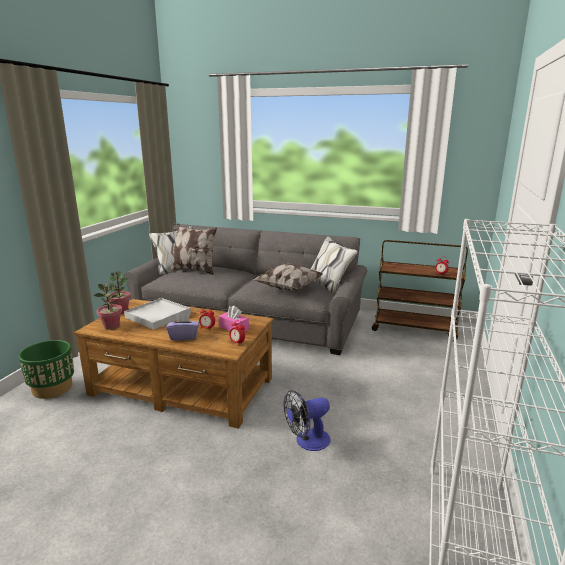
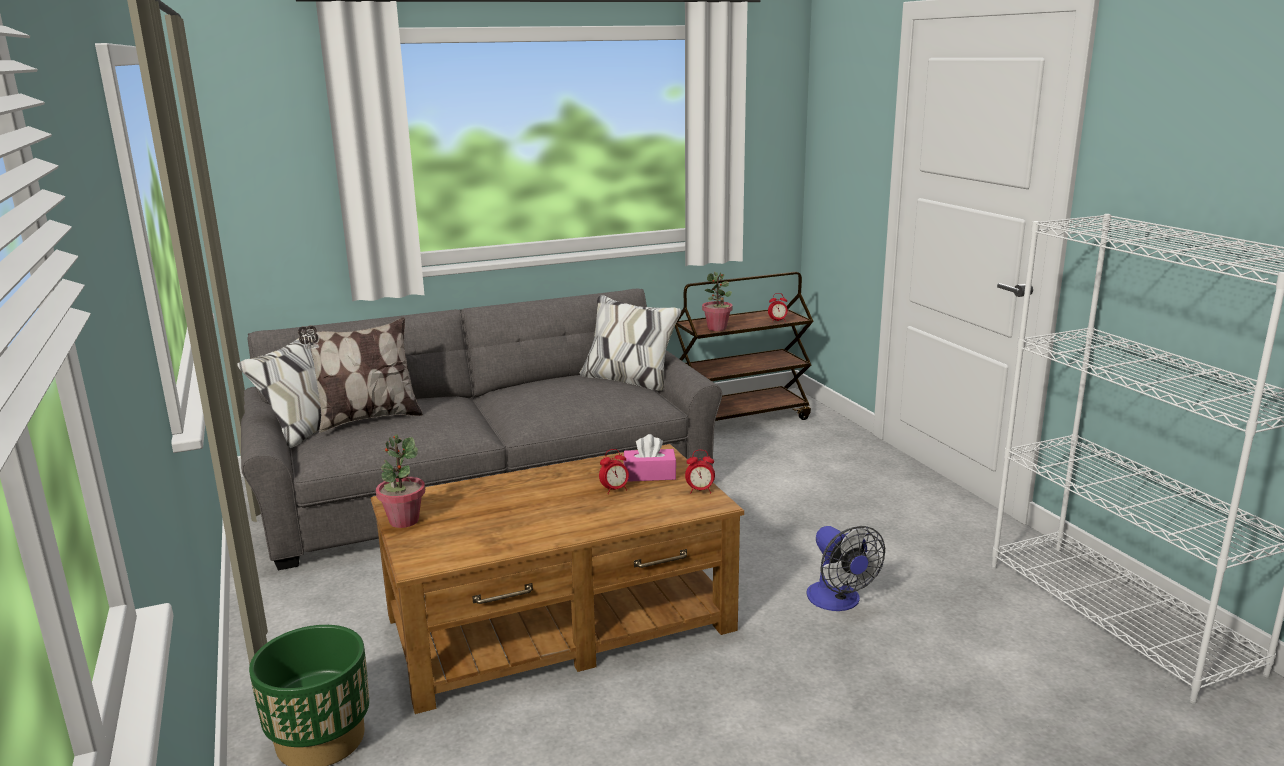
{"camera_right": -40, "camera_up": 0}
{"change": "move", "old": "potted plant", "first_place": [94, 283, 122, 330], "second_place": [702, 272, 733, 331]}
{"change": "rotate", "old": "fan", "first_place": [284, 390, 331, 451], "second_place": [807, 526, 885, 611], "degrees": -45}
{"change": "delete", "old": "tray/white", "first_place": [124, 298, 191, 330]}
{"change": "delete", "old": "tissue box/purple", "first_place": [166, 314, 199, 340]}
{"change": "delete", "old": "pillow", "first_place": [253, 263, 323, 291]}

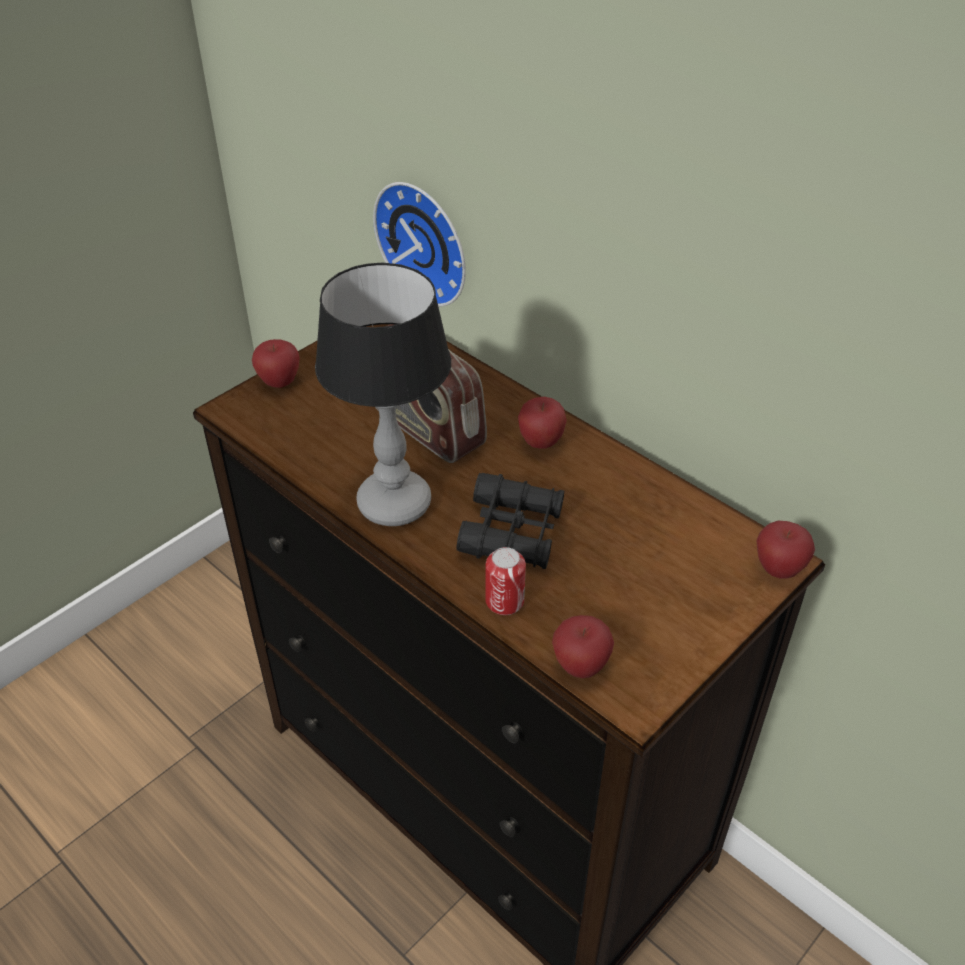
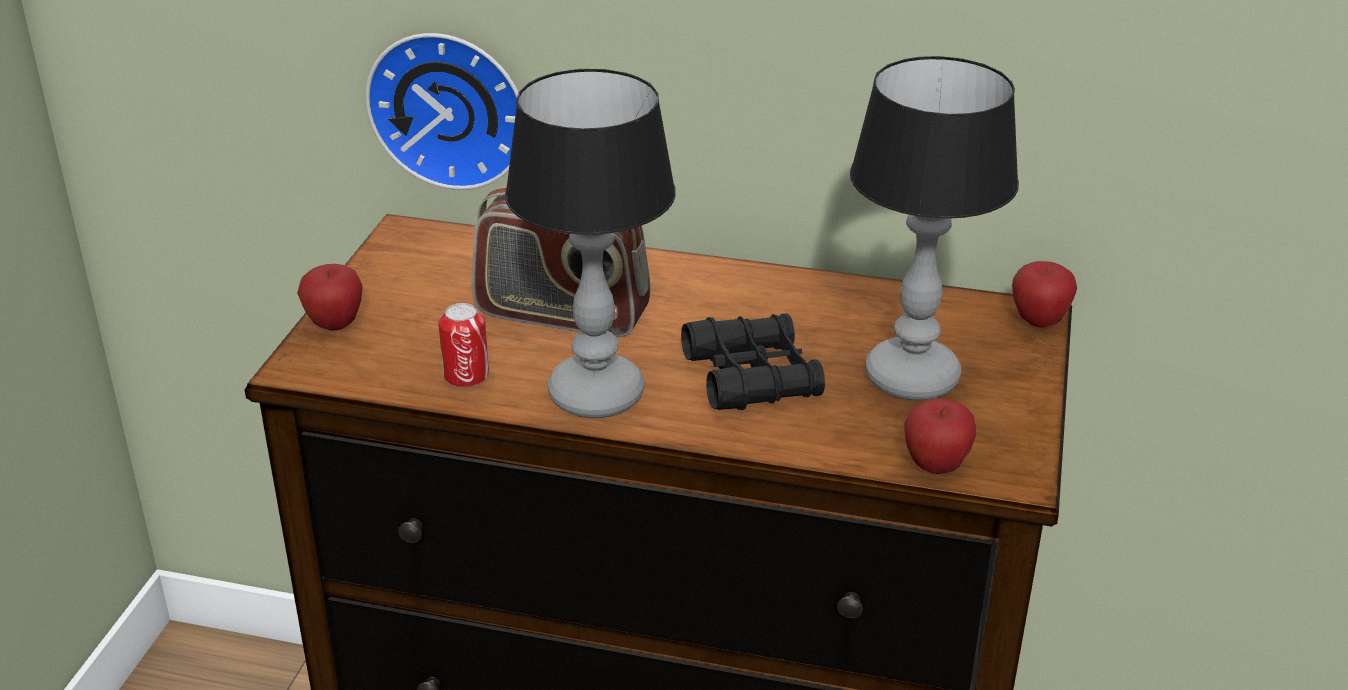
{"camera_right": -30, "camera_up": -10}
{"change": "move", "old": "can", "first_place": [485, 547, 526, 615], "second_place": [438, 303, 489, 388]}
{"change": "insert", "new": "table lamp", "second_place": [850, 56, 1019, 400]}
{"change": "delete", "old": "apple", "first_place": [518, 396, 567, 448]}

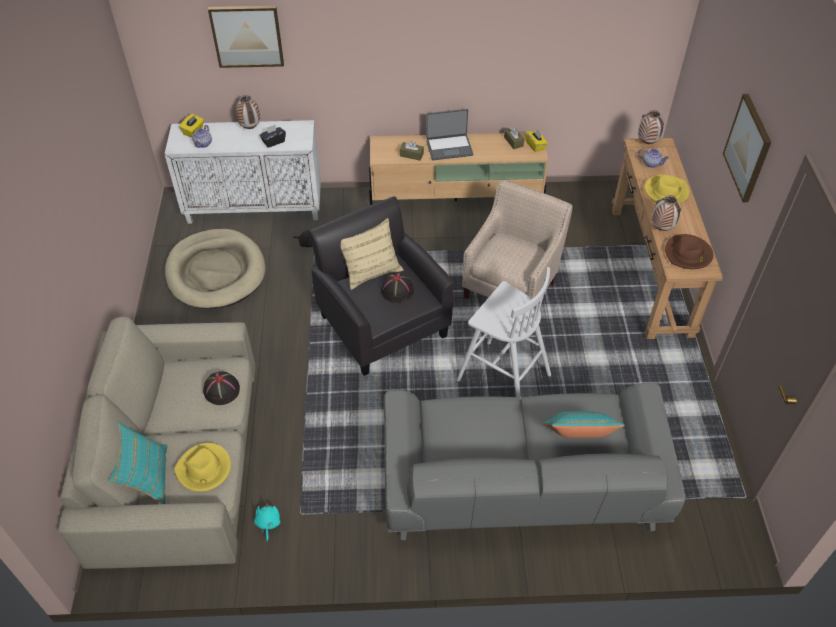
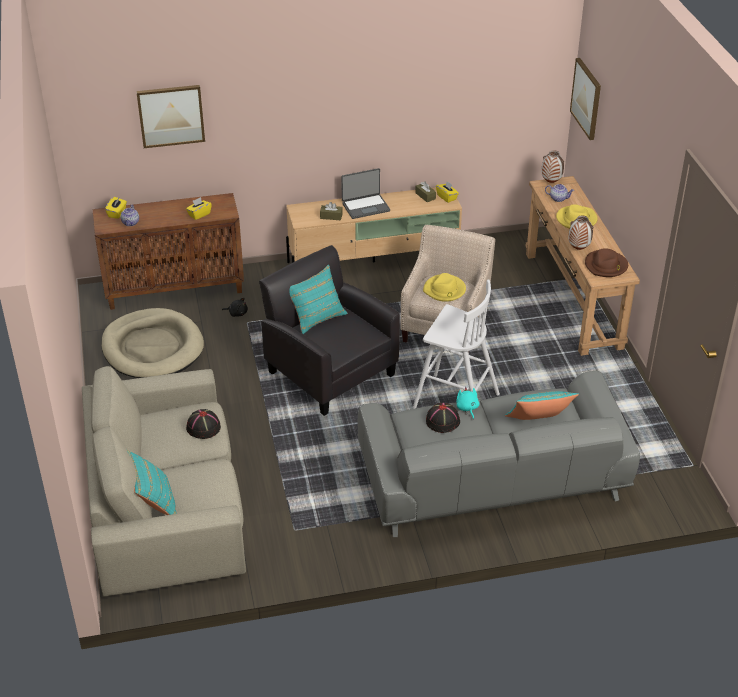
{"camera_right": -10, "camera_up": -10}
{"change": "recolor", "old": "cabinet/white", "new": "cabinet/brown", "first_place": [164, 120, 321, 224], "second_place": [93, 193, 244, 310]}
{"change": "recolor", "old": "tissue box/black", "new": "tissue box/yellow", "first_place": [260, 125, 286, 148], "second_place": [186, 197, 212, 220]}
{"change": "recolor", "old": "pillow/beige", "new": "pillow/turquoise", "first_place": [341, 218, 404, 290], "second_place": [290, 265, 348, 334]}
{"change": "move", "old": "hat/yellow", "first_place": [174, 443, 231, 492], "second_place": [423, 273, 466, 302]}
{"change": "move", "old": "hat/black", "first_place": [381, 273, 414, 303], "second_place": [426, 403, 460, 433]}
{"change": "move", "old": "plush toy/turquoise", "first_place": [254, 502, 280, 542], "second_place": [456, 387, 479, 419]}
{"change": "move", "old": "picture", "first_place": [723, 94, 771, 202], "second_place": [570, 58, 601, 140]}
{"change": "delete", "old": "vase", "first_place": [236, 95, 260, 129]}

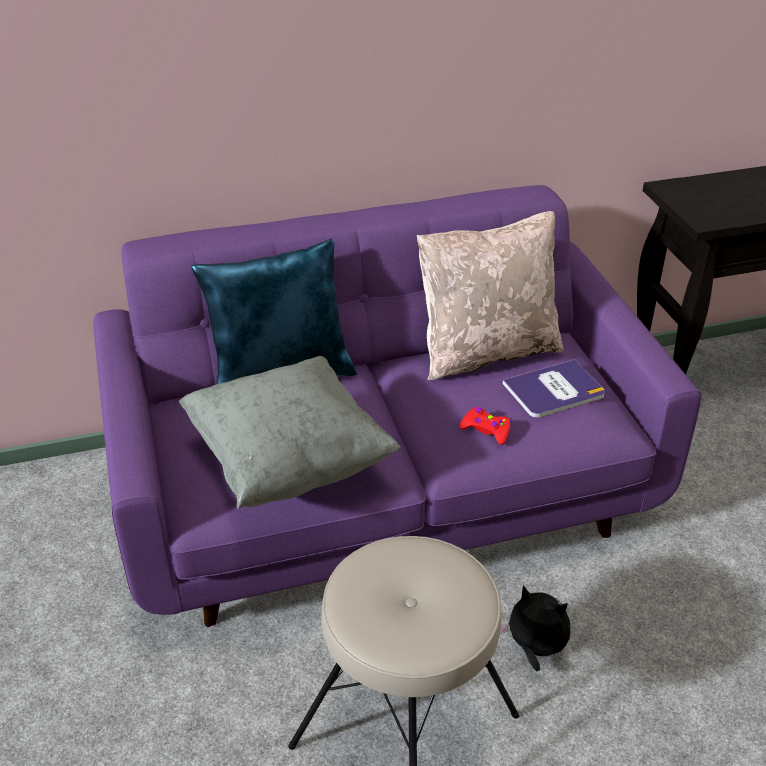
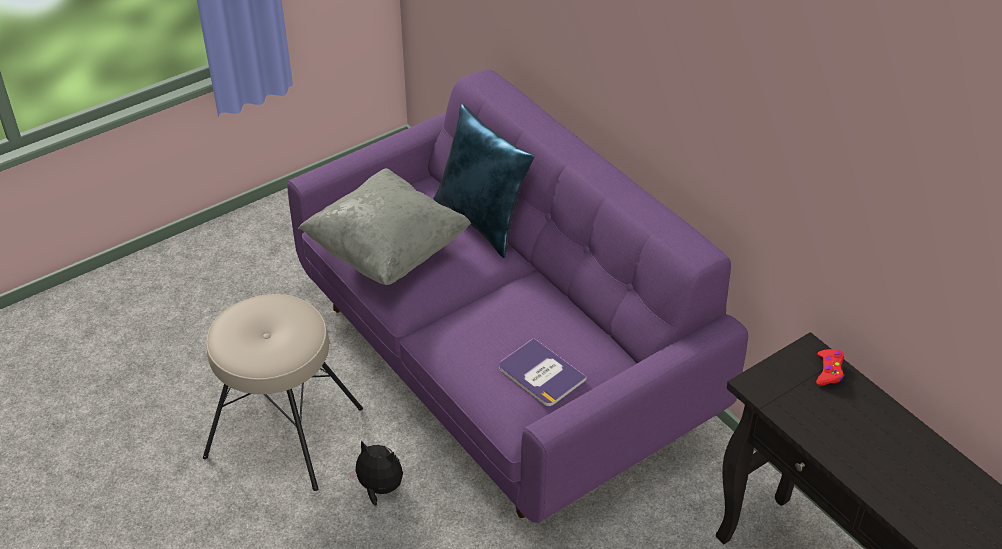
{"camera_right": 70, "camera_up": 5}
{"change": "rotate", "old": "plush toy", "first_place": [500, 585, 571, 671], "second_place": [347, 440, 403, 506], "degrees": -75}
{"change": "move", "old": "game controller/red", "first_place": [460, 407, 511, 445], "second_place": [816, 349, 845, 386]}
{"change": "delete", "old": "pillow/beige", "first_place": [417, 211, 564, 380]}

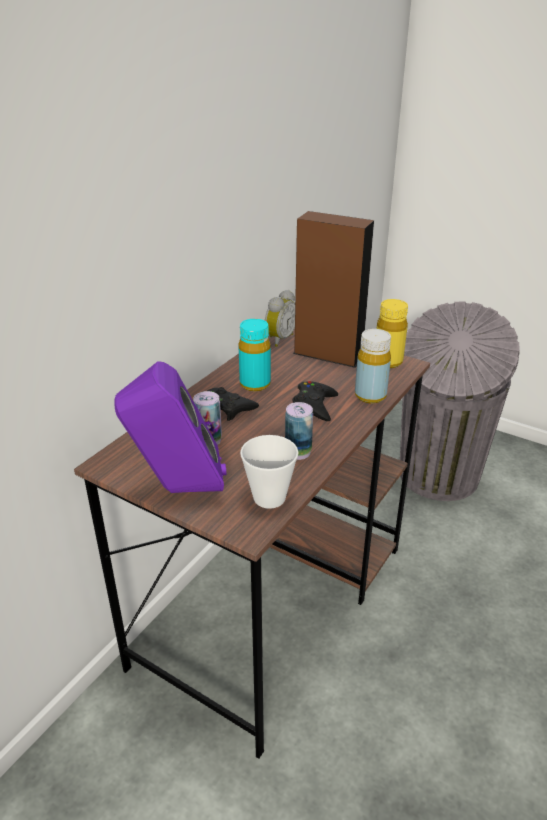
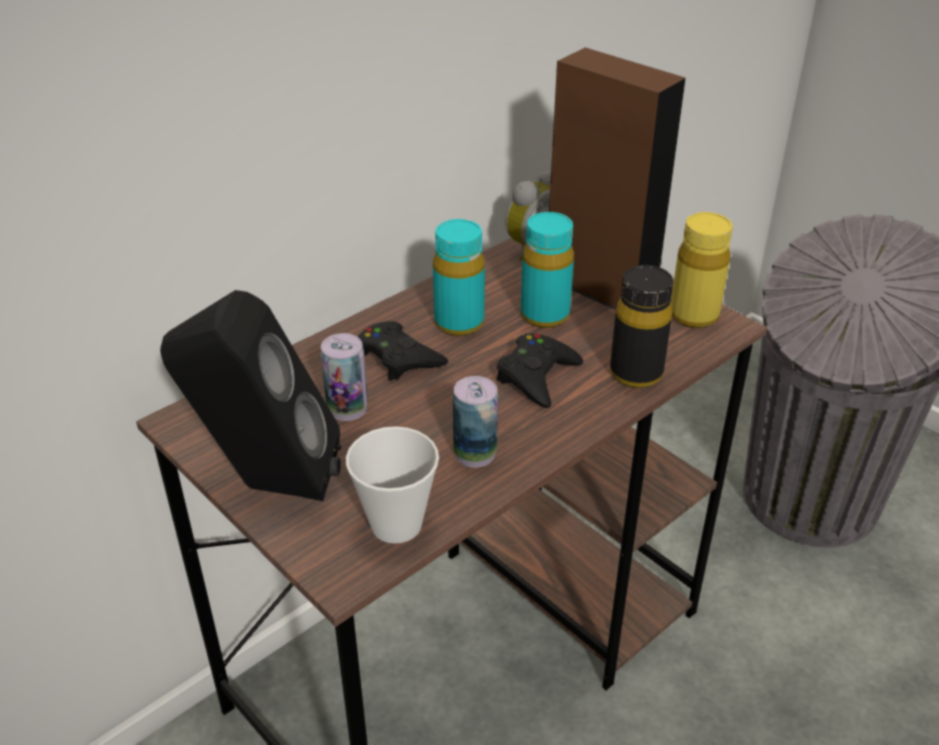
{"camera_right": 15, "camera_up": 5}
{"change": "recolor", "old": "speaker/purple", "new": "speaker/black", "first_place": [114, 361, 227, 493], "second_place": [160, 290, 341, 501]}
{"change": "insert", "new": "bottle/turquoise", "second_place": [521, 212, 574, 328]}
{"change": "recolor", "old": "bottle/yellow", "new": "bottle/black", "first_place": [355, 329, 391, 403], "second_place": [610, 265, 673, 388]}

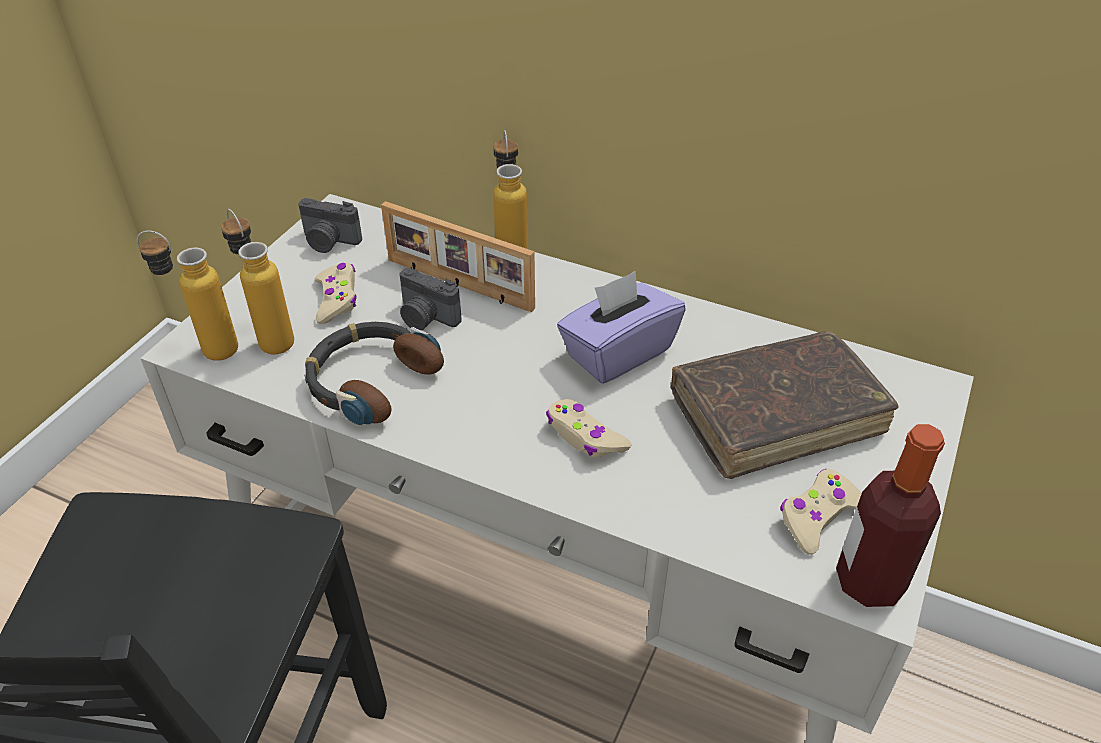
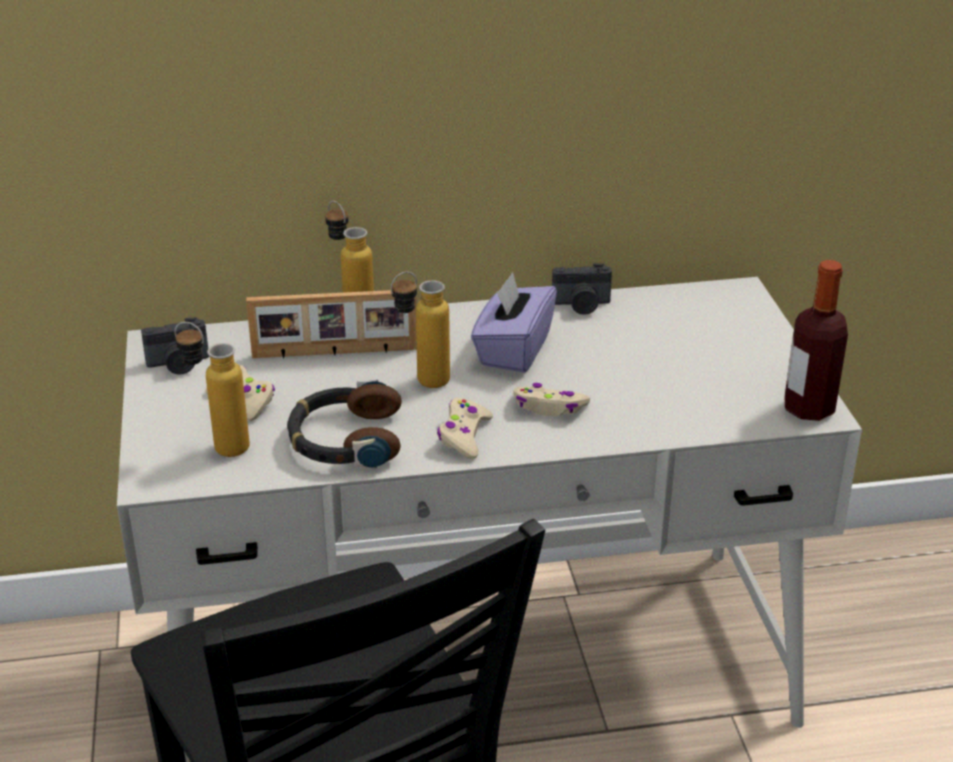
{"camera_right": -35, "camera_up": -10}
{"change": "move", "old": "bottle", "first_place": [137, 231, 238, 361], "second_place": [391, 272, 450, 388]}
{"change": "move", "old": "game controller/beige", "first_place": [780, 469, 862, 555], "second_place": [437, 398, 493, 459]}
{"change": "move", "old": "photo camera", "first_place": [399, 268, 462, 331], "second_place": [552, 263, 612, 315]}
{"change": "delete", "old": "book/brown", "first_place": [671, 331, 899, 479]}

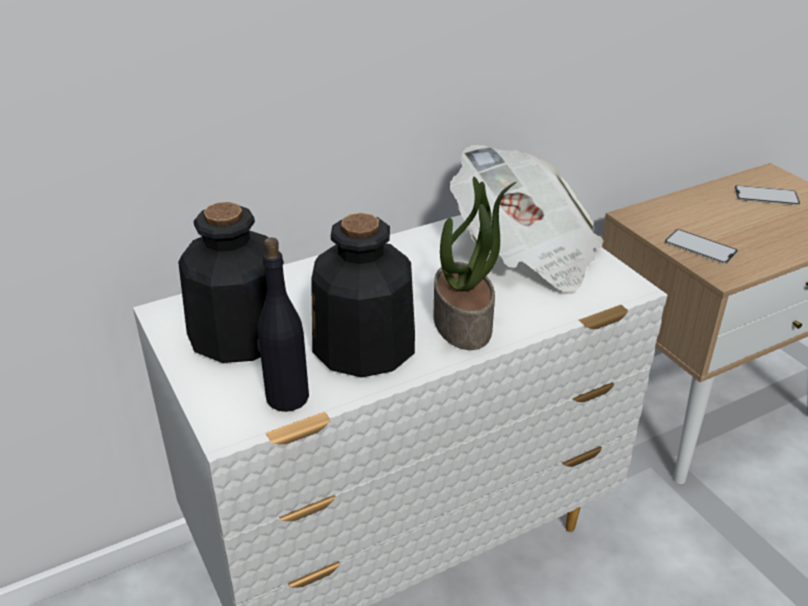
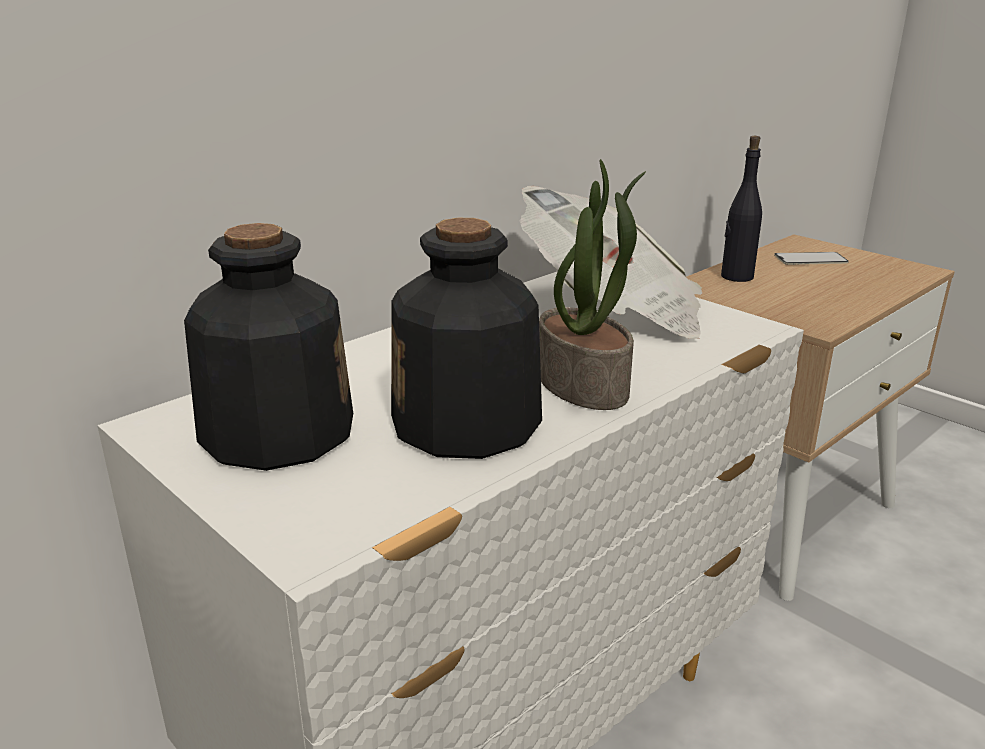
{"camera_right": -15, "camera_up": -10}
{"change": "move", "old": "bottle/black", "first_place": [257, 237, 309, 412], "second_place": [721, 136, 762, 282]}
{"change": "delete", "old": "phone", "first_place": [665, 229, 738, 264]}

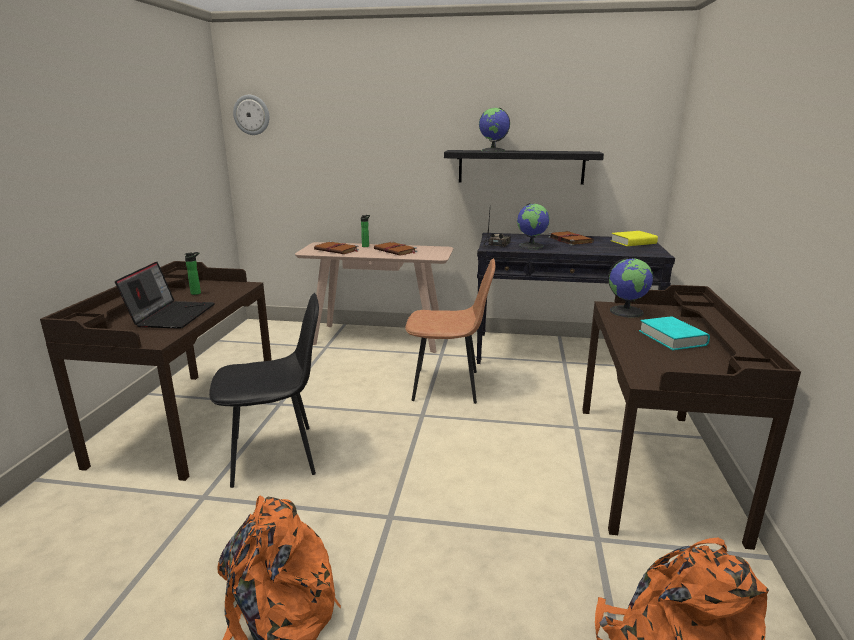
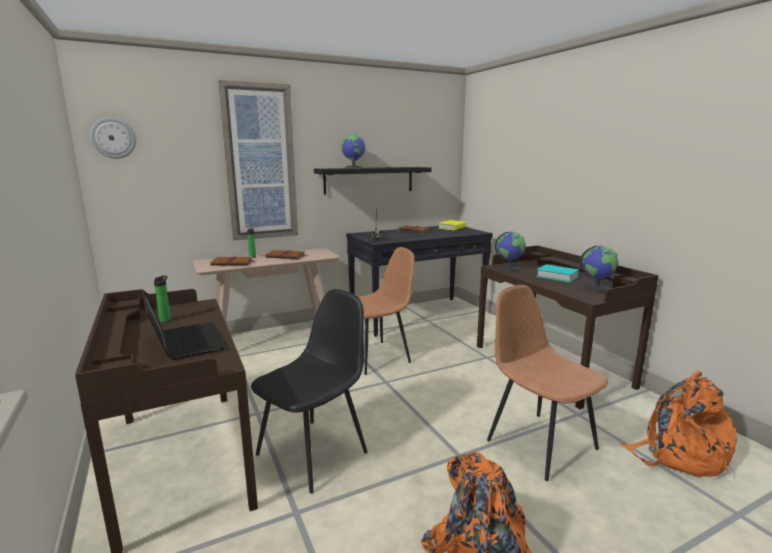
{"camera_right": -35, "camera_up": -5}
{"change": "insert", "new": "picture", "second_place": [218, 80, 298, 240]}
{"change": "insert", "new": "chair/brown", "second_place": [487, 285, 608, 481]}
{"change": "move", "old": "globe", "first_place": [517, 203, 550, 249], "second_place": [580, 245, 618, 292]}

